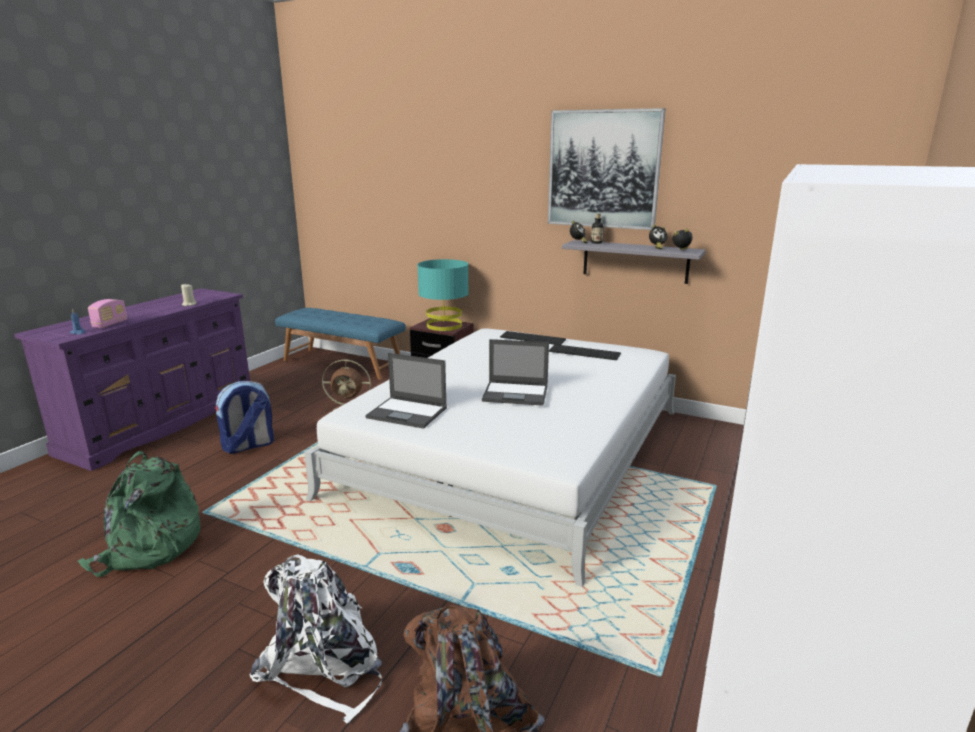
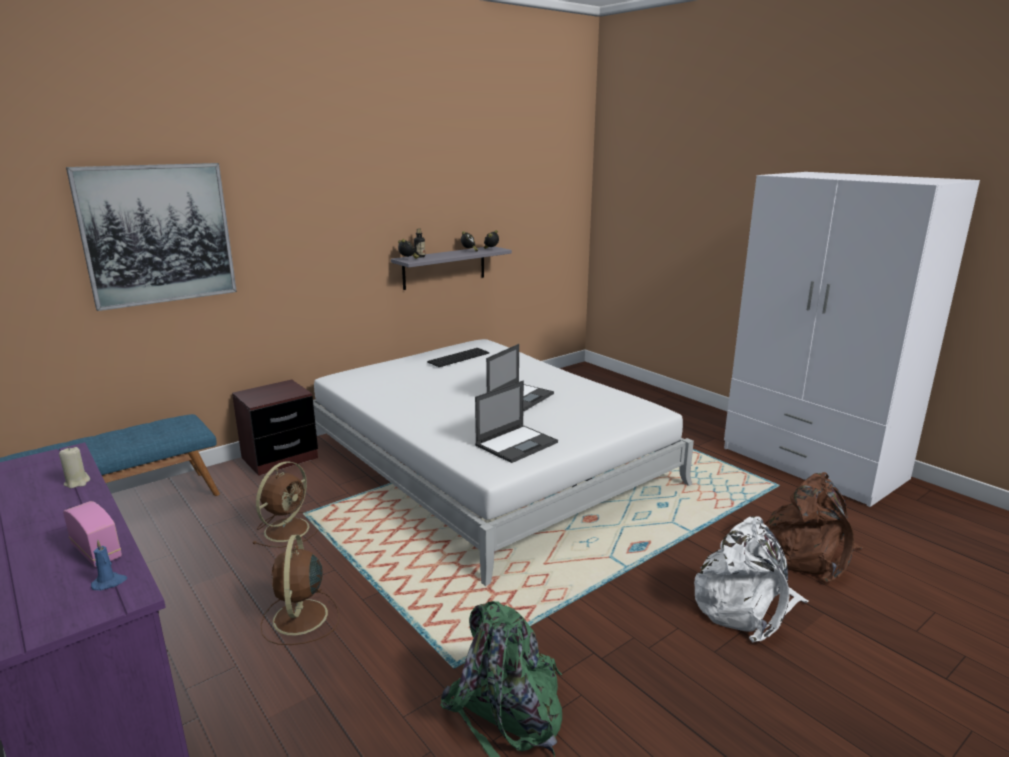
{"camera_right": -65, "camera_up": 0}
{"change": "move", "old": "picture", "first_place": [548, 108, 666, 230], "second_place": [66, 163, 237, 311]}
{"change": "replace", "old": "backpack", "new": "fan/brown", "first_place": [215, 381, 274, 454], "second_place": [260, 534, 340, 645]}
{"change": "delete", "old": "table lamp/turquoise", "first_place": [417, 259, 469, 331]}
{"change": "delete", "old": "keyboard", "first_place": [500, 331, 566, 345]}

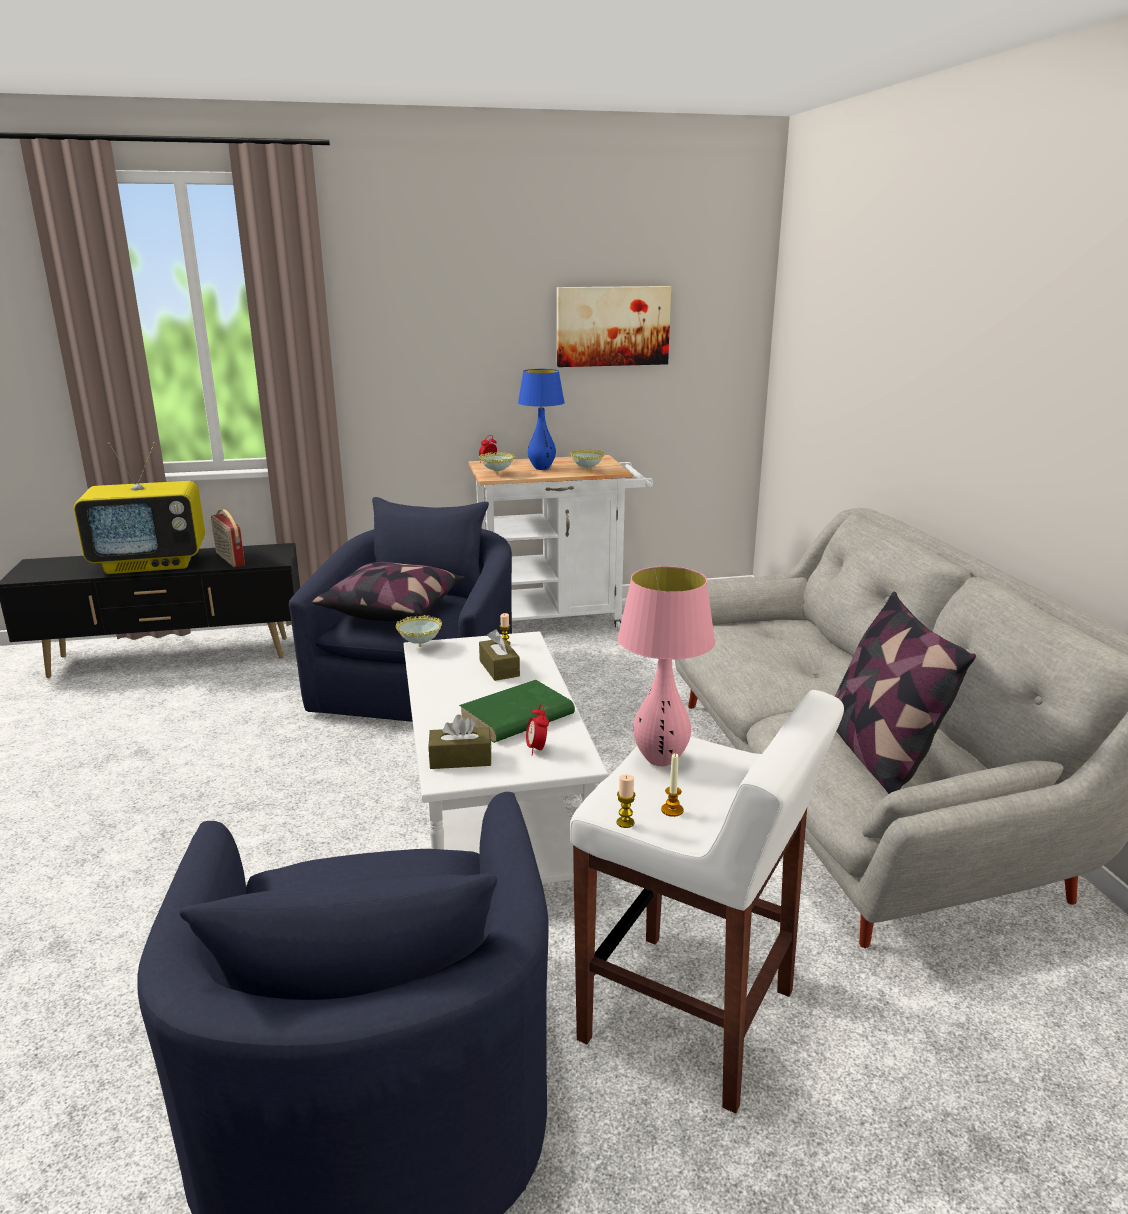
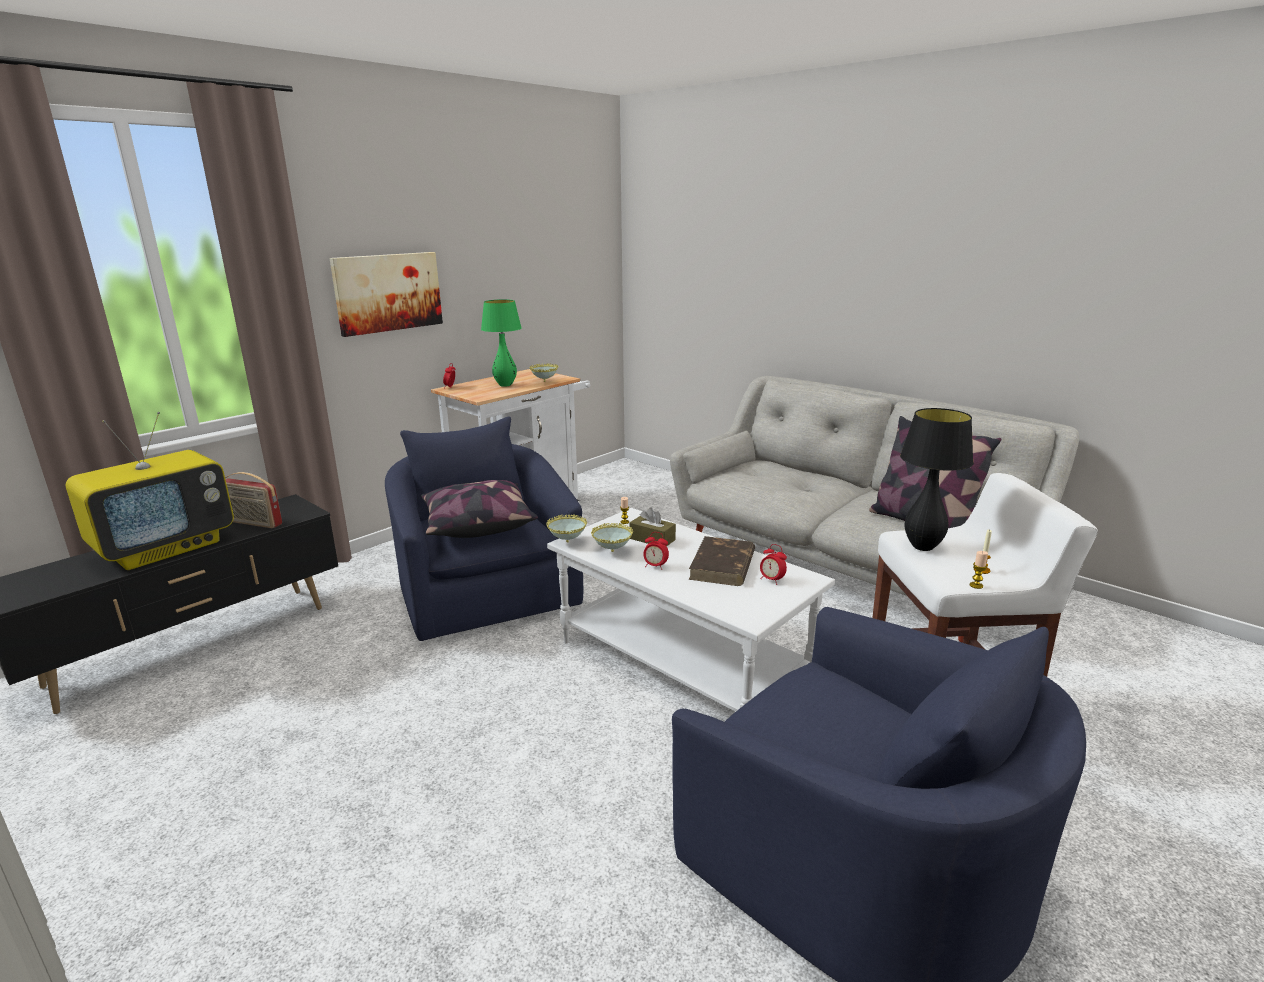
{"camera_right": -35, "camera_up": 0}
{"change": "move", "old": "picture", "first_place": [557, 286, 671, 367], "second_place": [330, 252, 443, 337]}
{"change": "recolor", "old": "table lamp/blue", "new": "table lamp/green", "first_place": [518, 369, 565, 470], "second_place": [481, 299, 522, 387]}
{"change": "move", "old": "bowl", "first_place": [480, 452, 515, 475], "second_place": [591, 523, 633, 552]}
{"change": "insert", "new": "alarm clock", "second_place": [643, 532, 669, 570]}
{"change": "recolor", "old": "book/green", "new": "book/brown", "first_place": [459, 680, 575, 743], "second_place": [689, 536, 755, 586]}
{"change": "recolor", "old": "table lamp/pink", "new": "table lamp/black", "first_place": [617, 566, 715, 766], "second_place": [900, 408, 974, 551]}
{"change": "delete", "old": "tissue box/brown", "first_place": [428, 714, 492, 769]}

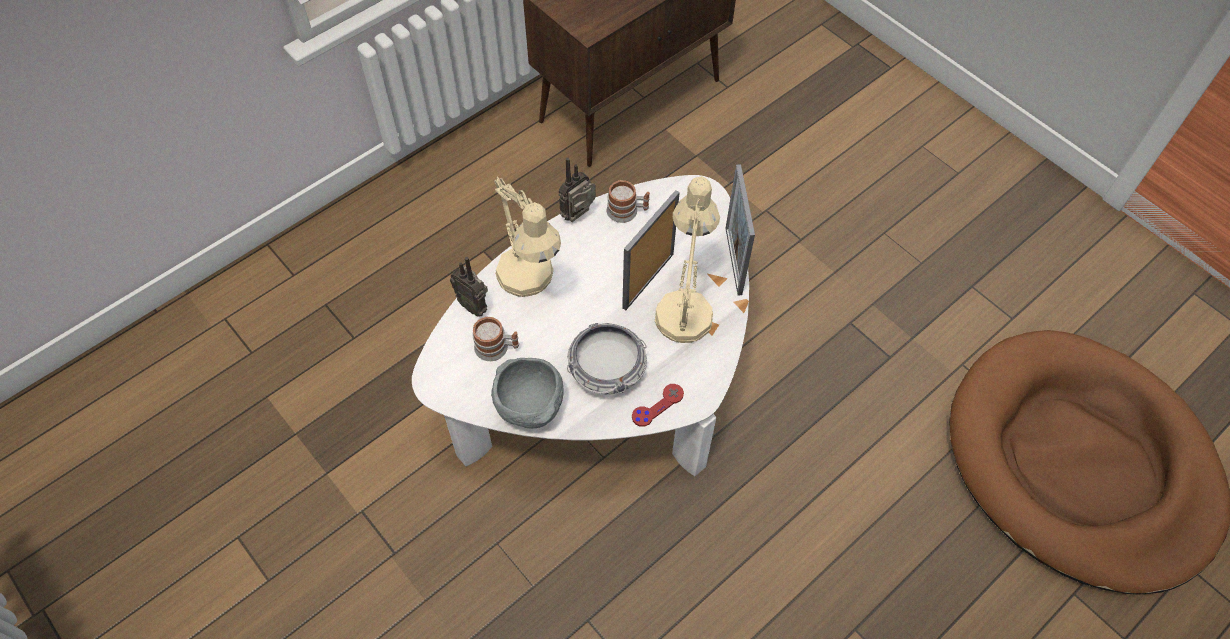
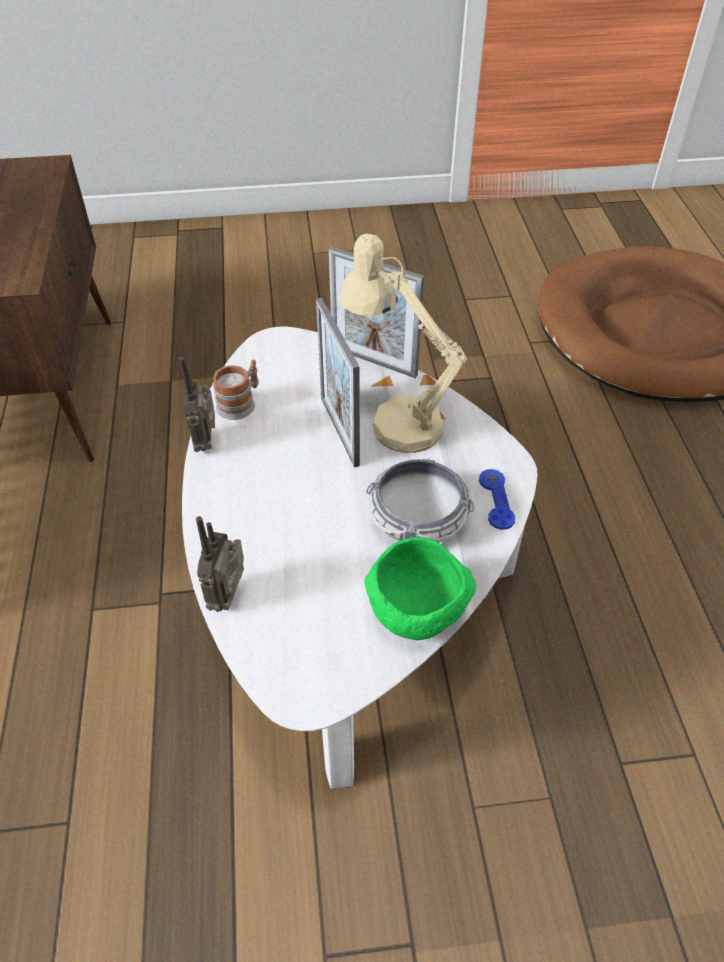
{"camera_right": -55, "camera_up": -10}
{"change": "rotate", "old": "radio", "first_place": [450, 257, 488, 317], "second_place": [196, 516, 244, 612], "degrees": 120}
{"change": "recolor", "old": "bowl/grey", "new": "bowl/green", "first_place": [491, 358, 563, 428], "second_place": [365, 537, 476, 640]}
{"change": "recolor", "old": "game controller/red", "new": "game controller/blue", "first_place": [632, 384, 684, 427], "second_place": [479, 469, 515, 530]}
{"change": "delete", "old": "mug", "first_place": [472, 317, 519, 361]}
{"change": "delete", "old": "table lamp/beige", "first_place": [494, 177, 561, 297]}

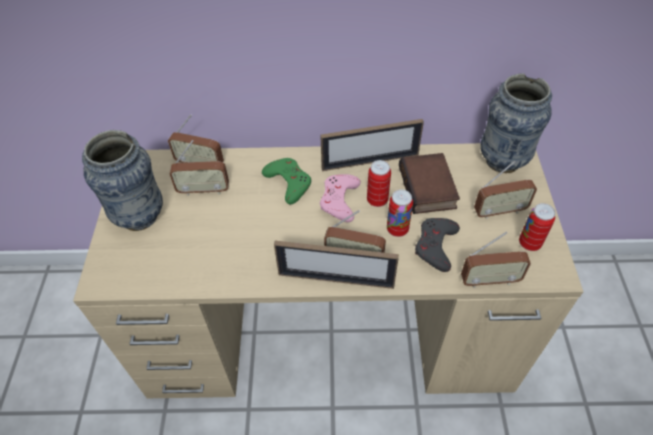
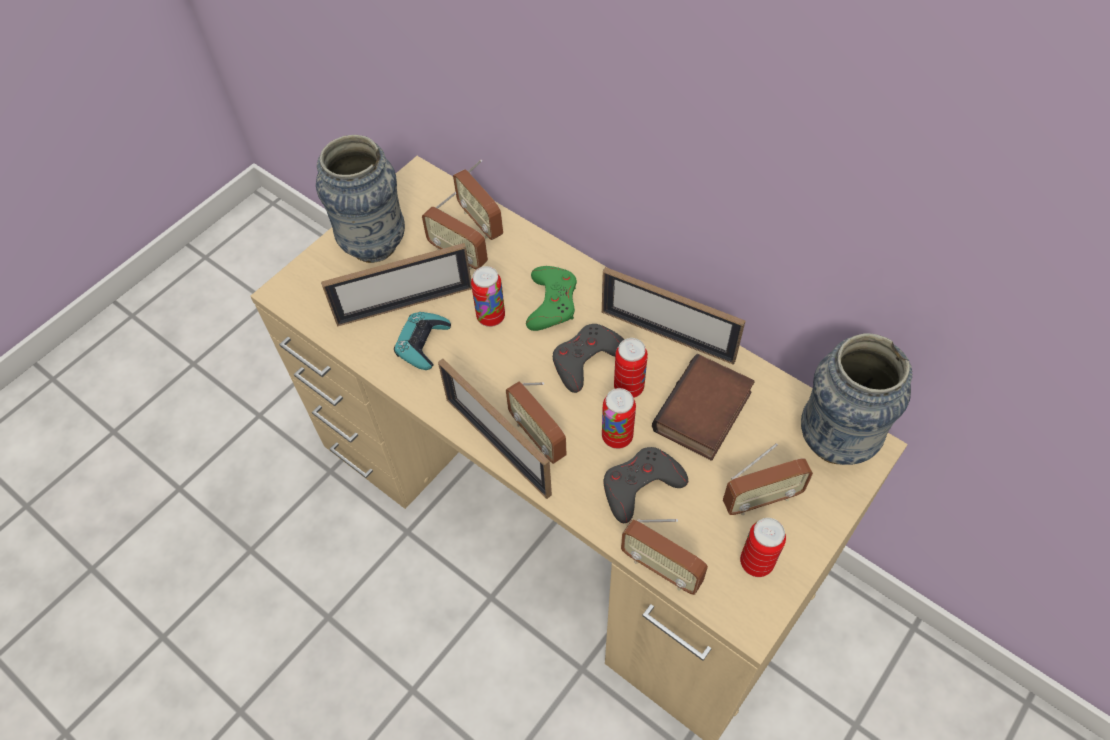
{"camera_right": 40, "camera_up": 5}
{"change": "insert", "new": "picture frame", "second_place": [321, 243, 472, 327]}
{"change": "insert", "new": "game controller/turquoise", "second_place": [394, 312, 451, 370]}
{"change": "insert", "new": "can", "second_place": [471, 266, 505, 327]}
{"change": "recolor", "old": "game controller/pink", "new": "game controller/grey", "first_place": [320, 174, 361, 222], "second_place": [553, 324, 624, 393]}
{"change": "rotate", "old": "radio", "first_place": [474, 161, 537, 219], "second_place": [723, 443, 813, 515], "degrees": -45}

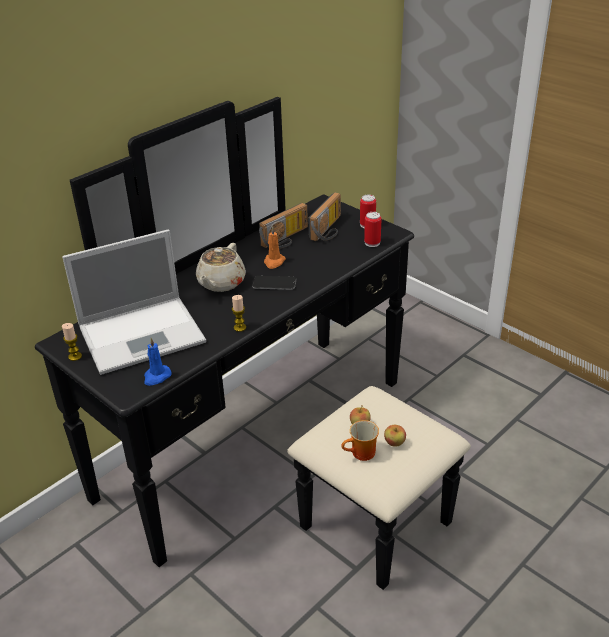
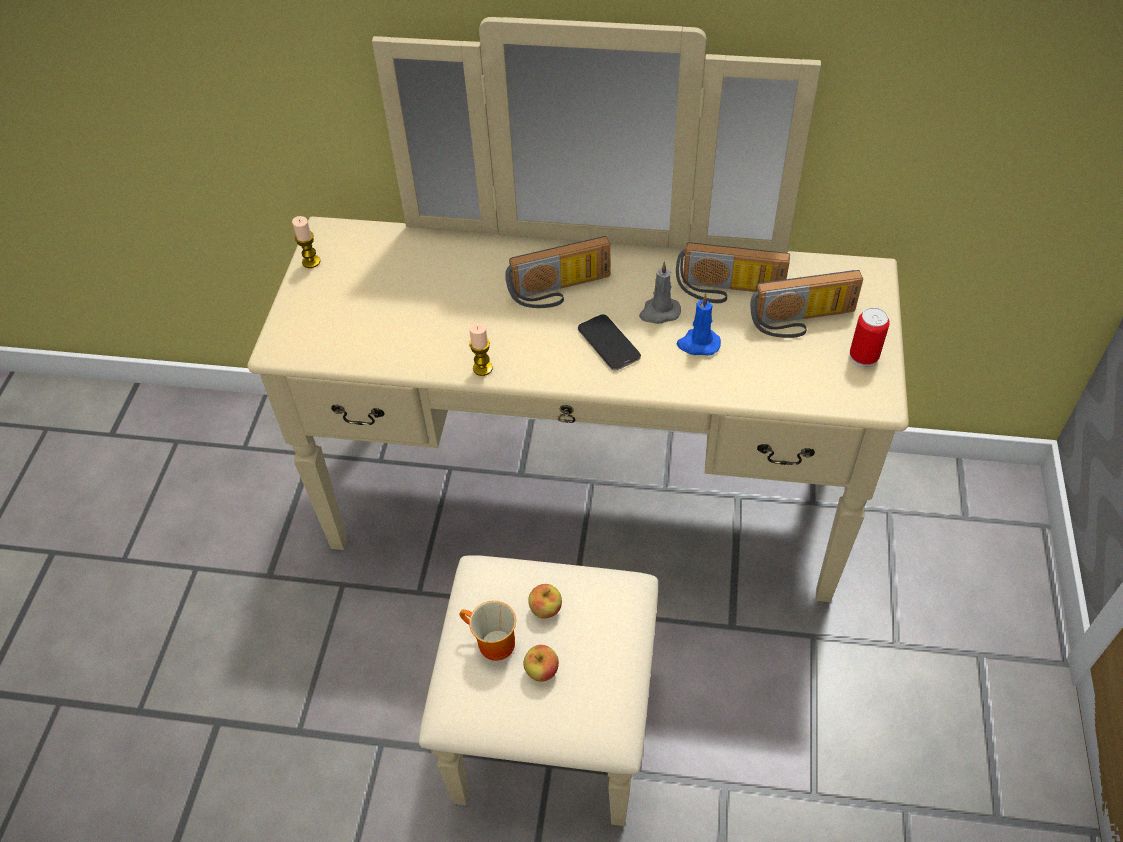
{"camera_right": 55, "camera_up": 15}
{"change": "recolor", "old": "dresser/black", "new": "dresser/beige", "first_place": [35, 97, 471, 590], "second_place": [248, 17, 909, 826]}
{"change": "replace", "old": "teapot/beige", "new": "radio", "first_place": [196, 243, 246, 292], "second_place": [505, 236, 611, 308]}
{"change": "recolor", "old": "candle/orange", "new": "candle/grey", "first_place": [264, 226, 286, 269], "second_place": [639, 262, 681, 324]}
{"change": "move", "old": "candle/blue", "first_place": [144, 338, 172, 386], "second_place": [676, 294, 721, 355]}
{"change": "delete", "old": "laptop", "first_place": [62, 229, 206, 375]}
{"change": "delete", "old": "can", "first_place": [364, 212, 381, 247]}

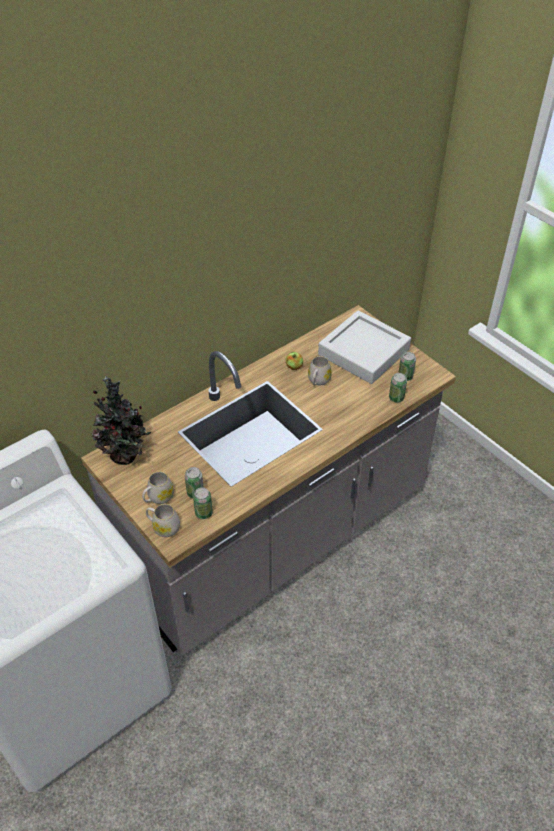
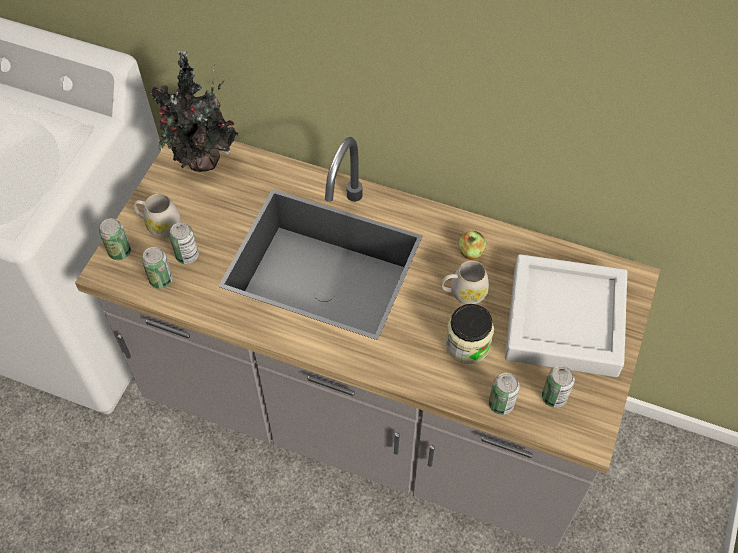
{"camera_right": 60, "camera_up": 10}
{"change": "replace", "old": "mug/white", "new": "can", "first_place": [146, 504, 180, 537], "second_place": [99, 218, 131, 260]}
{"change": "insert", "new": "jar", "second_place": [445, 304, 494, 364]}

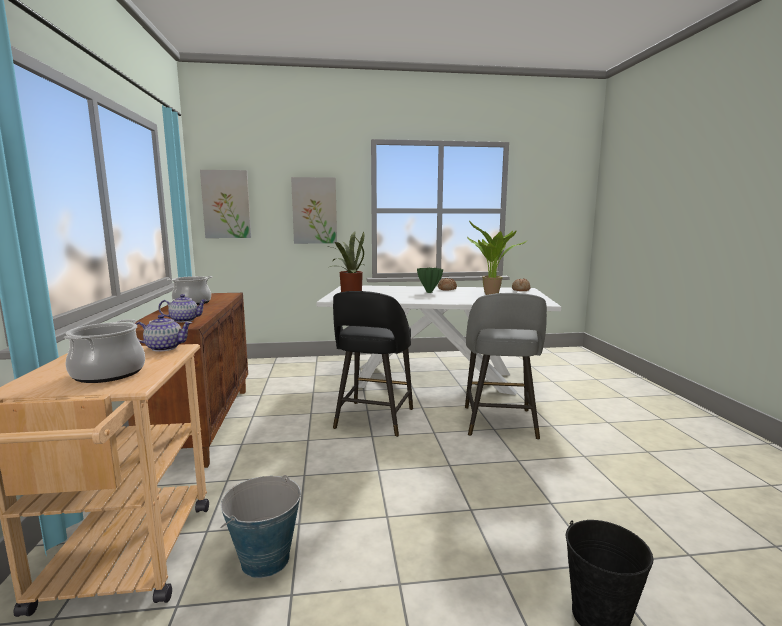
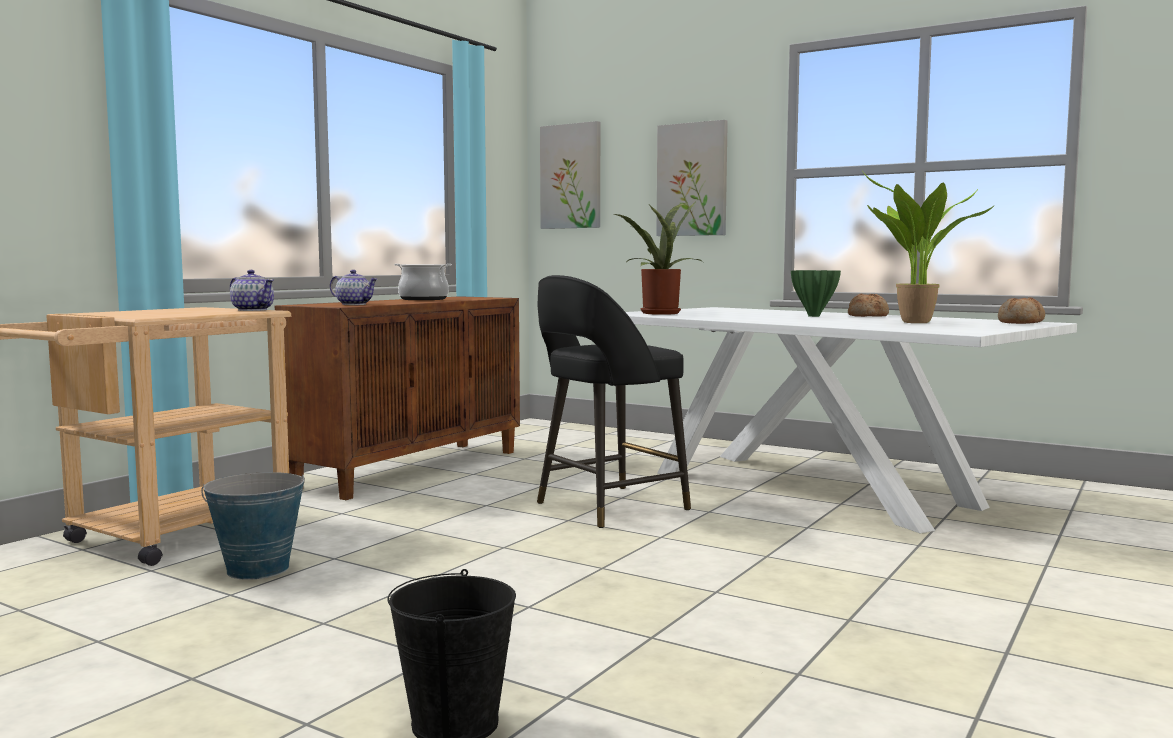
{"camera_right": 40, "camera_up": -5}
{"change": "delete", "old": "cooking pot", "first_place": [64, 319, 145, 383]}
{"change": "delete", "old": "stool/grey", "first_place": [465, 293, 547, 439]}

